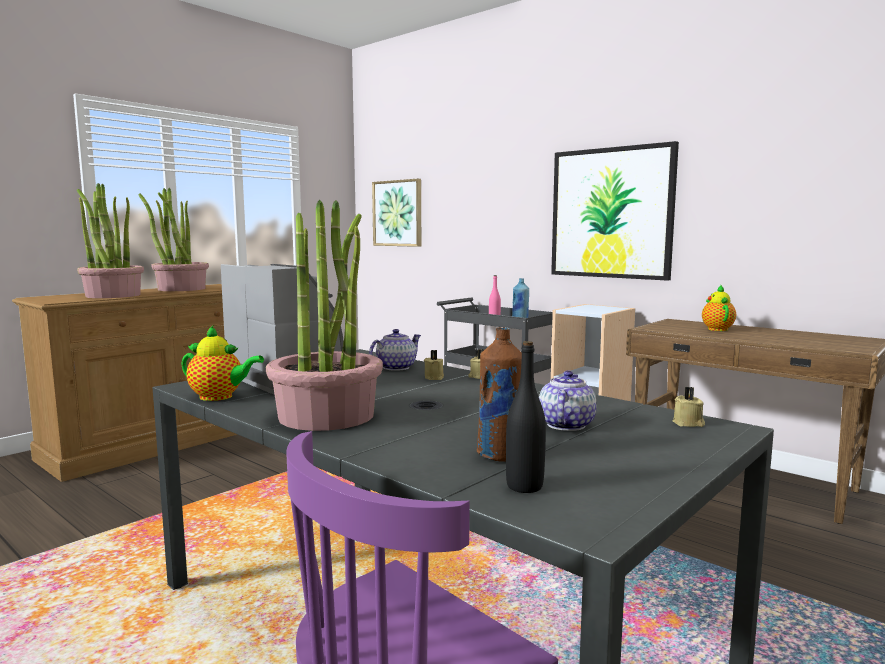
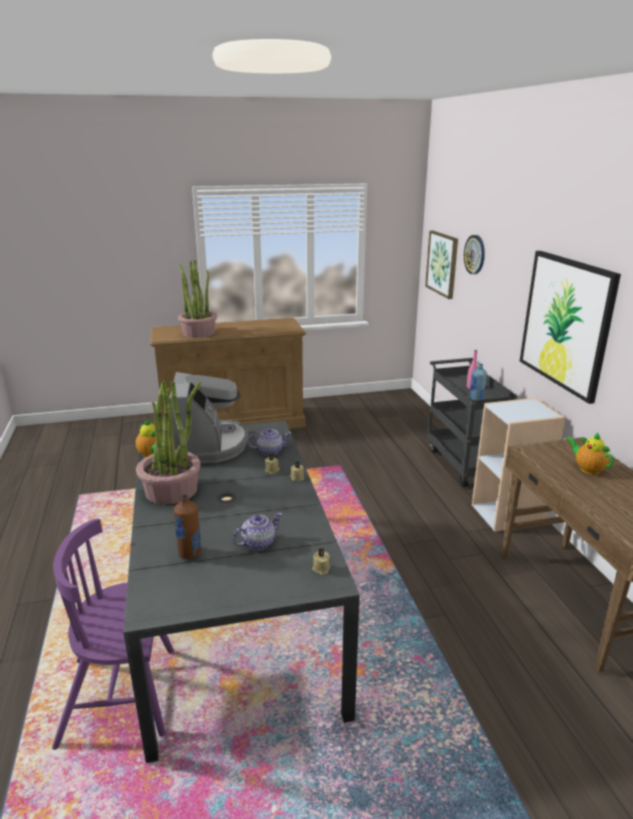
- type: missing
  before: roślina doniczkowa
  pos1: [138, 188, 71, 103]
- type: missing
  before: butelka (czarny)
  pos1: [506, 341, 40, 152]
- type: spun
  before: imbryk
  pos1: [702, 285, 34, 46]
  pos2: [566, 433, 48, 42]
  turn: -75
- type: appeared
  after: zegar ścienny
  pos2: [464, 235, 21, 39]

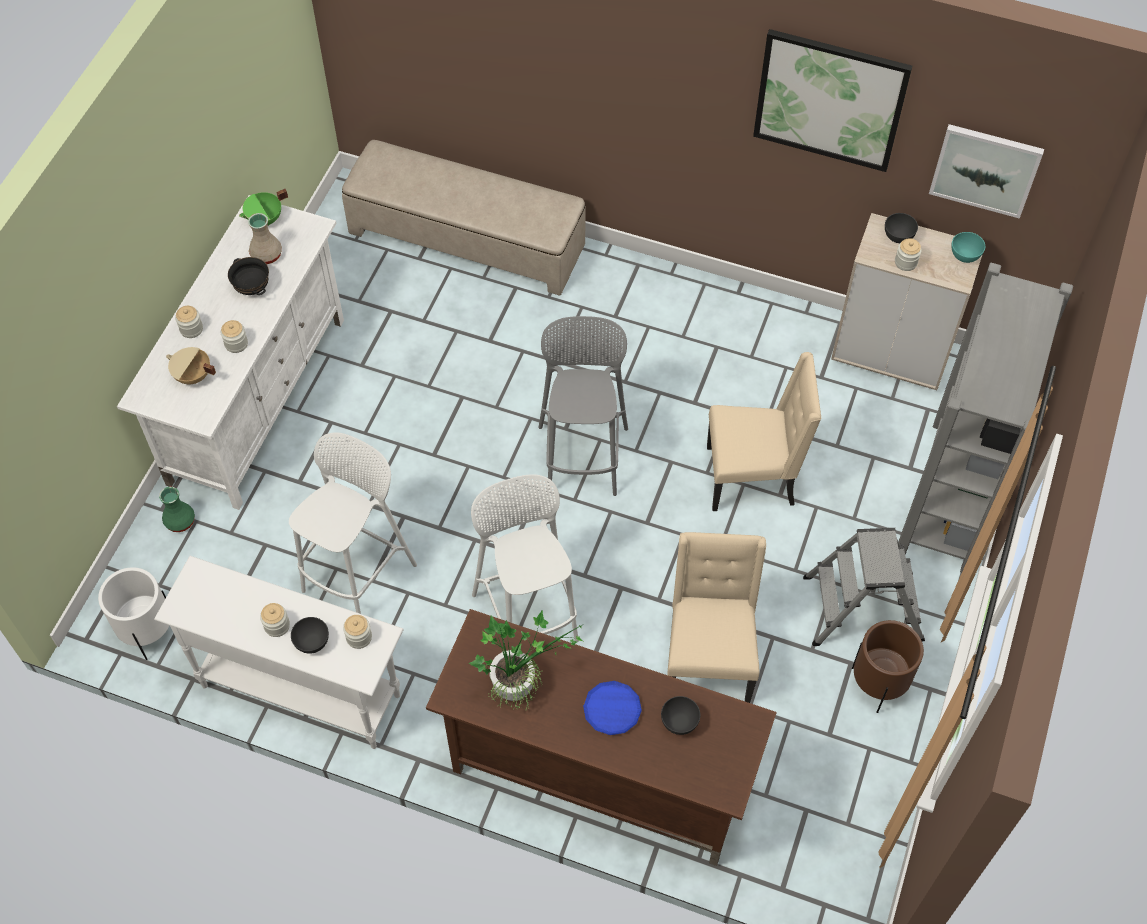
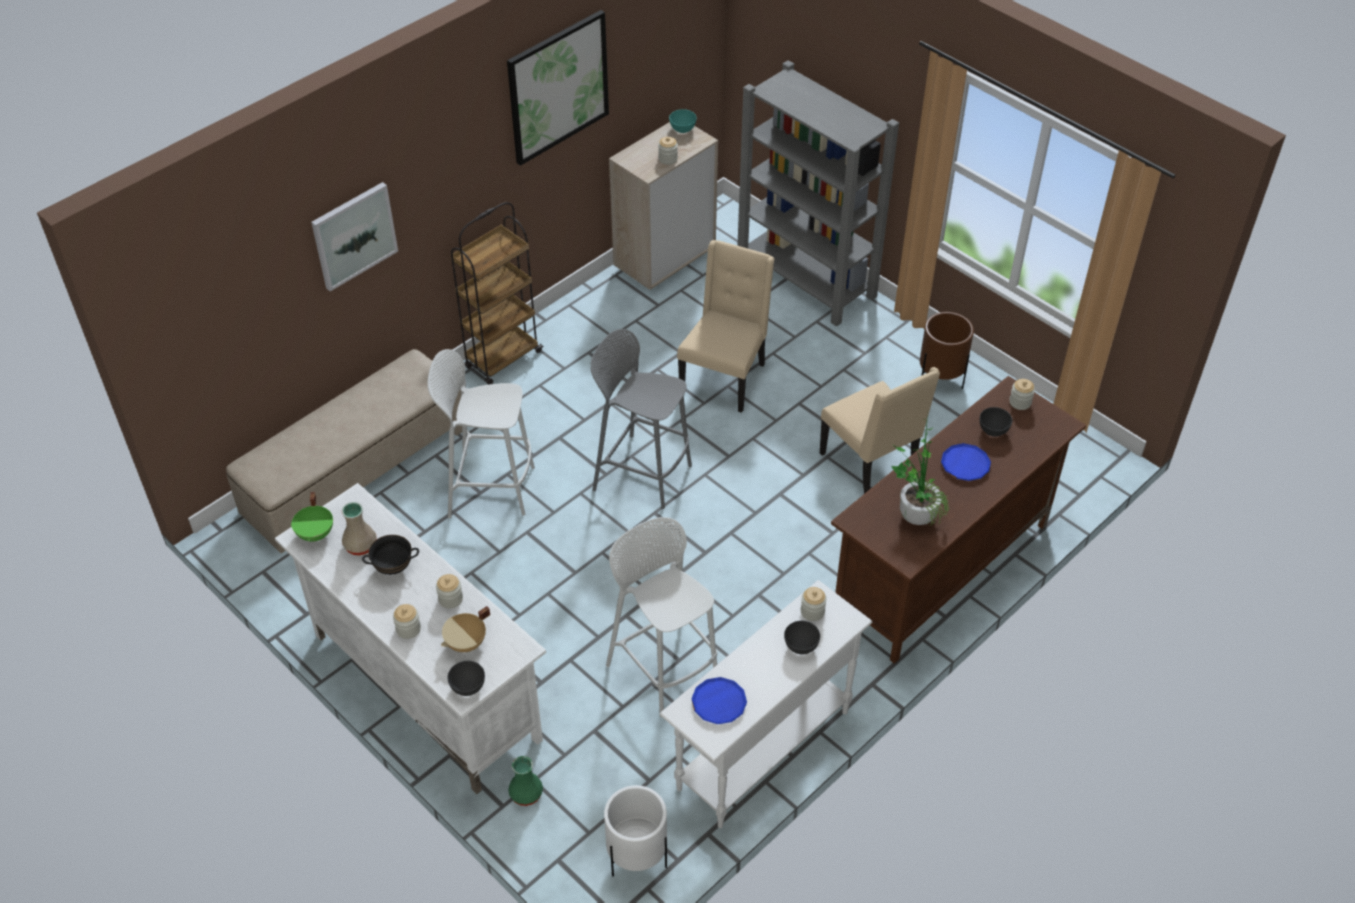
- type: relocated
  before: słoik
  pos1: [260, 603, 30, 34]
  pos2: [1010, 379, 25, 31]
- type: relocated
  before: stołek (biały)
  pos1: [471, 474, 107, 168]
  pos2: [427, 349, 108, 169]
- type: spun
  before: krzesło (beżowy)
  pos1: [667, 532, 99, 171]
  pos2: [820, 367, 120, 127]
  turn: -150
- type: missing
  before: drabinka (szary)
  pos1: [803, 528, 122, 118]
- type: relocated
  before: miska (szary)
  pos1: [885, 213, 33, 30]
  pos2: [447, 661, 38, 35]
- type: relocated
  before: obraz
  pos1: [929, 124, 115, 95]
  pos2: [311, 182, 87, 109]
- type: appeared
  after: wózek (brązowy)
  pos2: [450, 202, 94, 183]
- type: appeared
  after: talerz (niebieski)
  pos2: [691, 677, 56, 47]

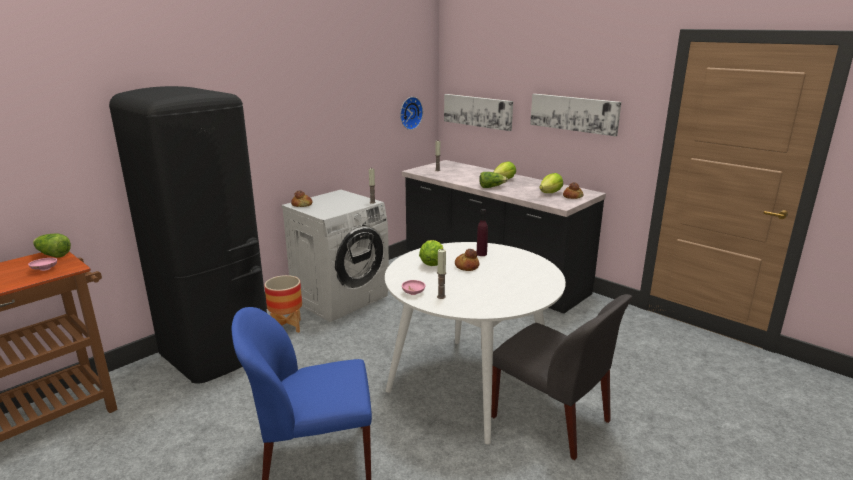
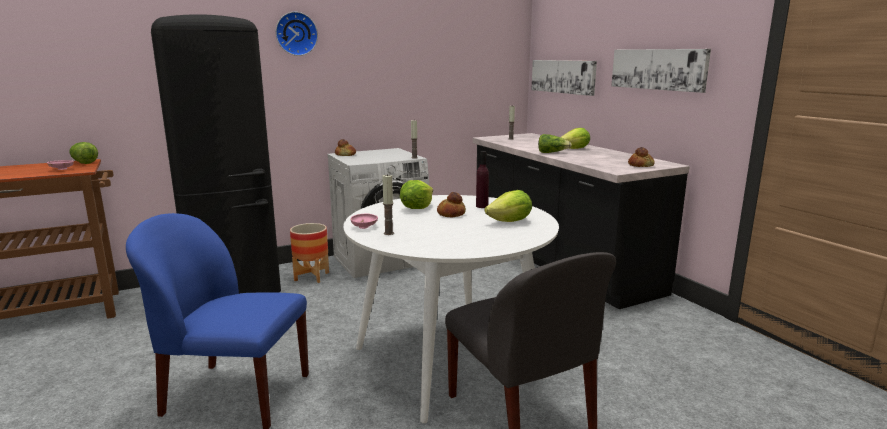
- type: relocated
  before: zegar ścienny
  pos1: [400, 97, 23, 33]
  pos2: [275, 12, 43, 44]
- type: relocated
  before: sałata
  pos1: [539, 173, 24, 20]
  pos2: [485, 190, 47, 32]

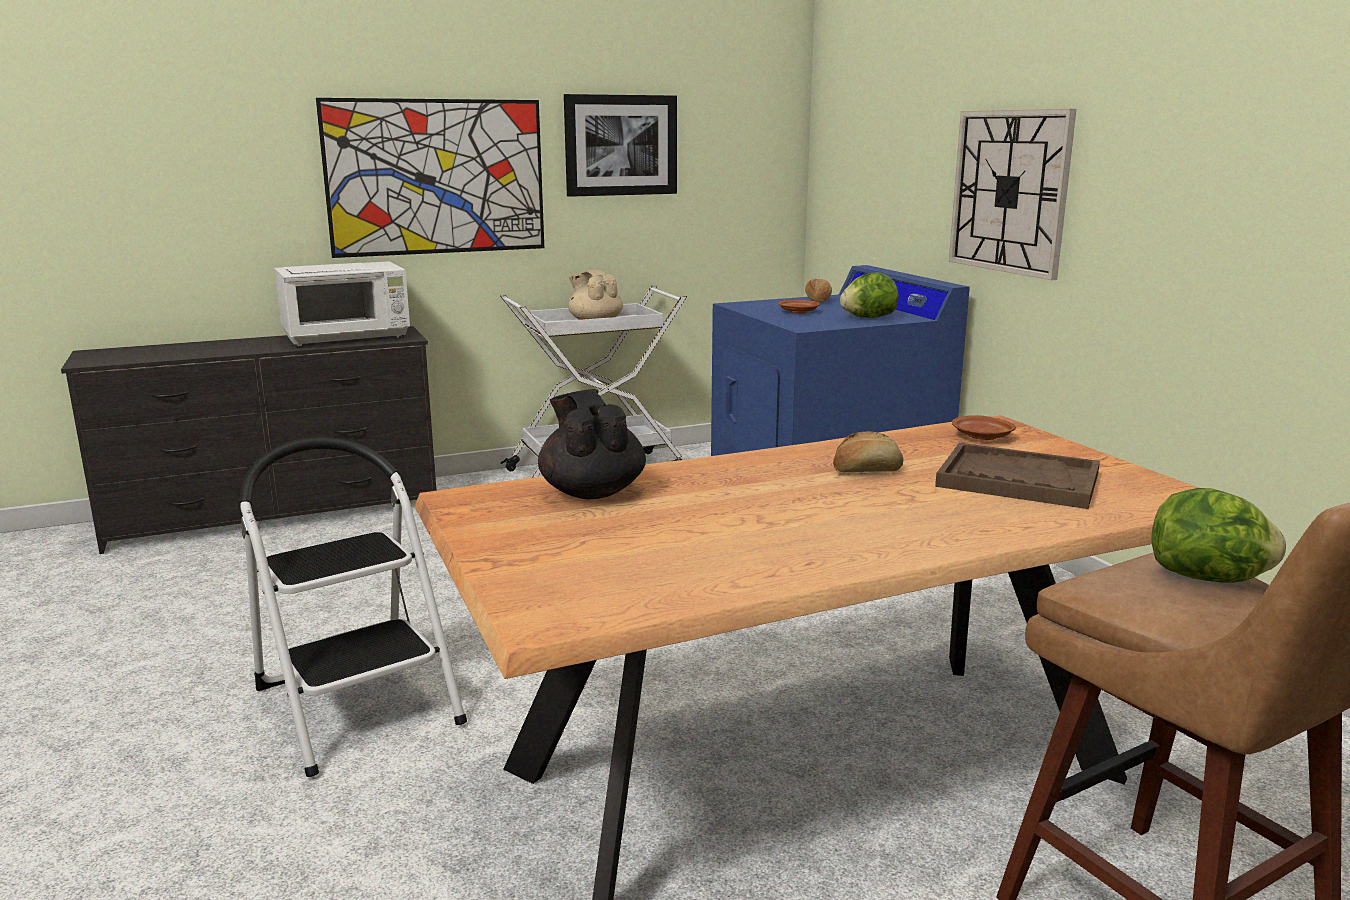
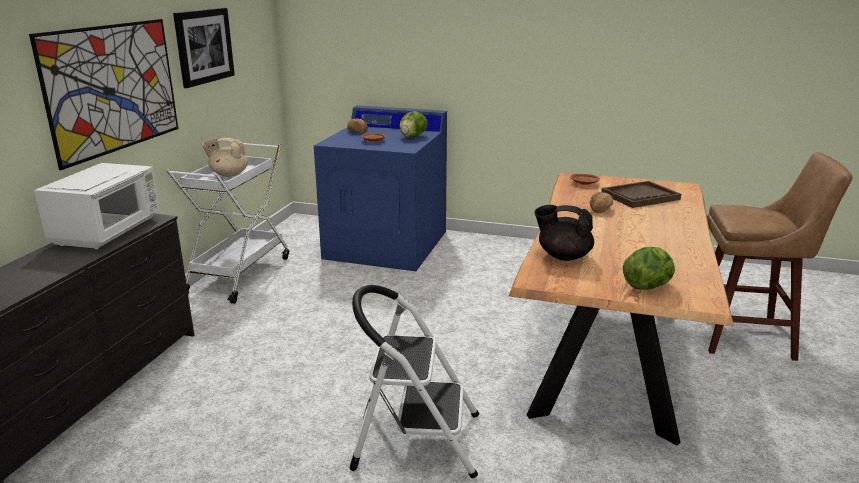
- type: missing
  before: zegar ścienny
  pos1: [949, 109, 127, 171]
- type: relocated
  before: sałata
  pos1: [1152, 488, 134, 95]
  pos2: [623, 247, 52, 43]

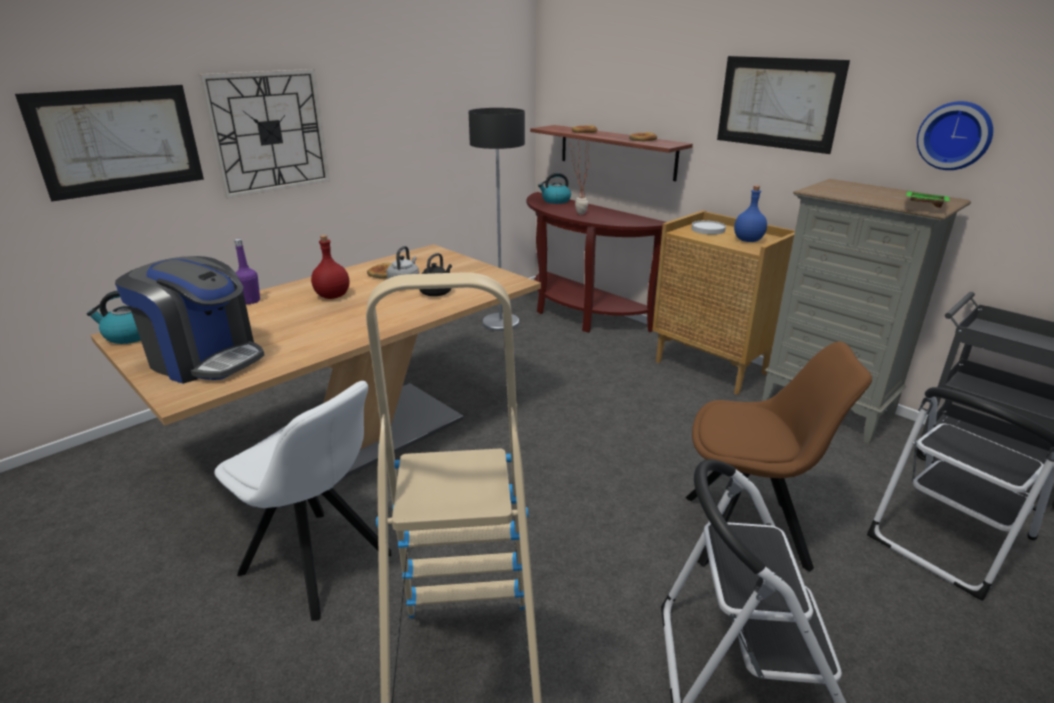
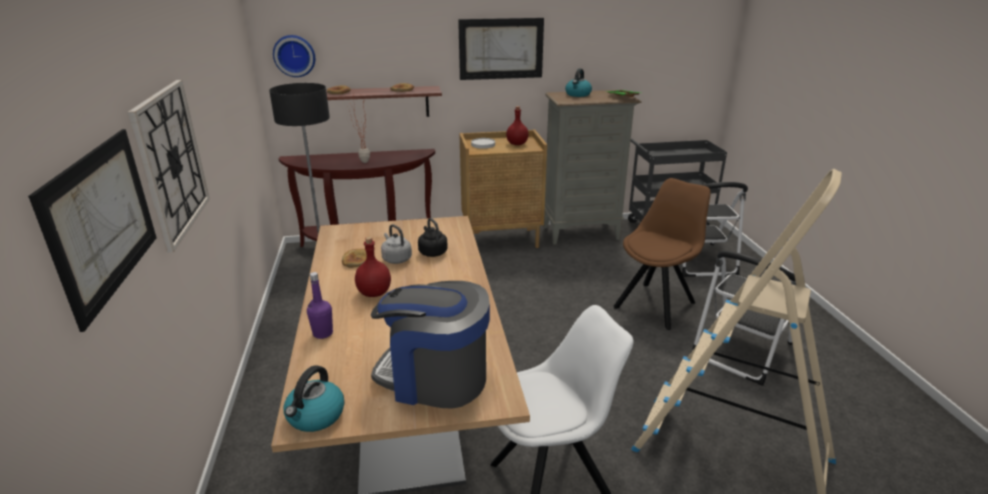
- type: spun
  before: ekspres do kawy
  pos1: [115, 256, 149, 128]
  pos2: [371, 281, 119, 128]
  turn: -135
- type: relocated
  before: czajnik
  pos1: [538, 173, 33, 31]
  pos2: [565, 69, 27, 28]
- type: colour
  before: butelka (niebieski)
  after: butelka (czerwony)
  pos1: [734, 186, 33, 56]
  pos2: [506, 106, 23, 39]
- type: relocated
  before: zegar ścienny
  pos1: [917, 101, 76, 69]
  pos2: [273, 35, 42, 42]

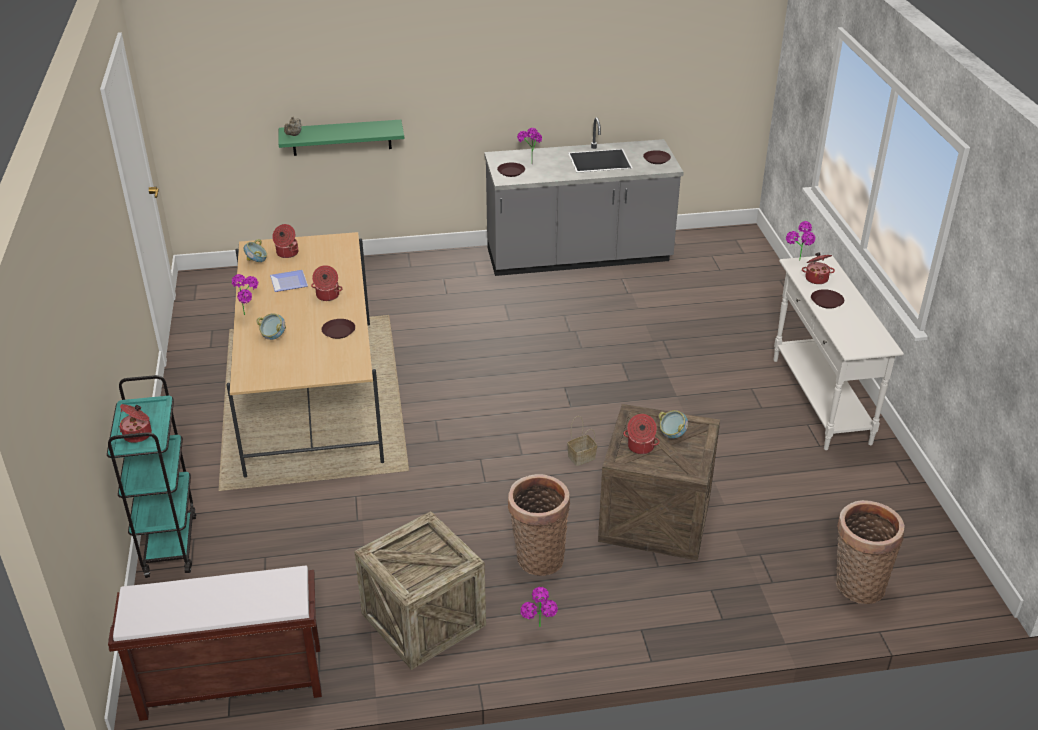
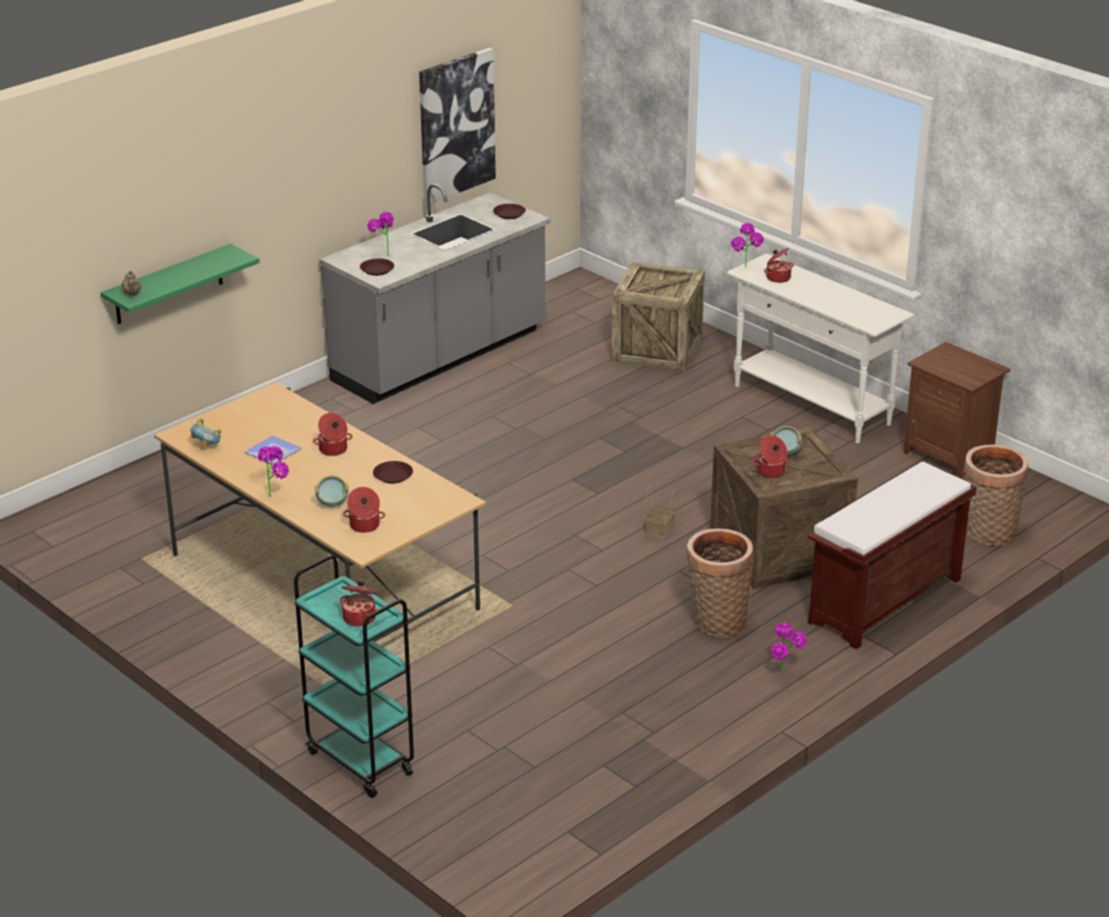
- type: relocated
  before: ławka (brązowy)
  pos1: [108, 565, 214, 156]
  pos2: [808, 461, 168, 188]
- type: relocated
  before: garnek
  pos1: [272, 224, 26, 34]
  pos2: [343, 487, 42, 46]
- type: relocated
  before: skrzynka
  pos1: [354, 511, 132, 159]
  pos2: [612, 262, 93, 110]
- type: missing
  before: talerz (brązowy)
  pos1: [811, 289, 33, 20]
- type: appeared
  after: obraz
  pos2: [419, 48, 77, 156]
- type: appeared
  after: szafka nocna (brązowy)
  pos2: [903, 342, 108, 137]

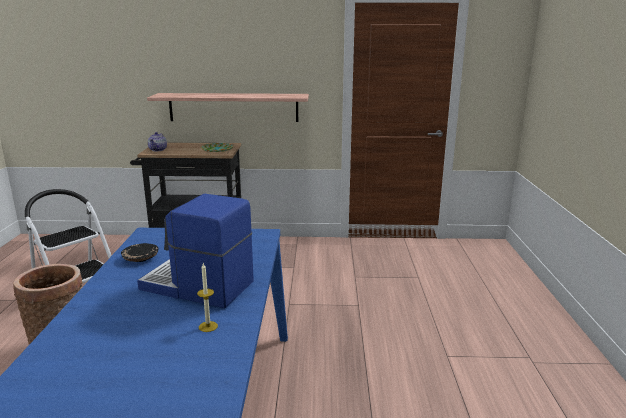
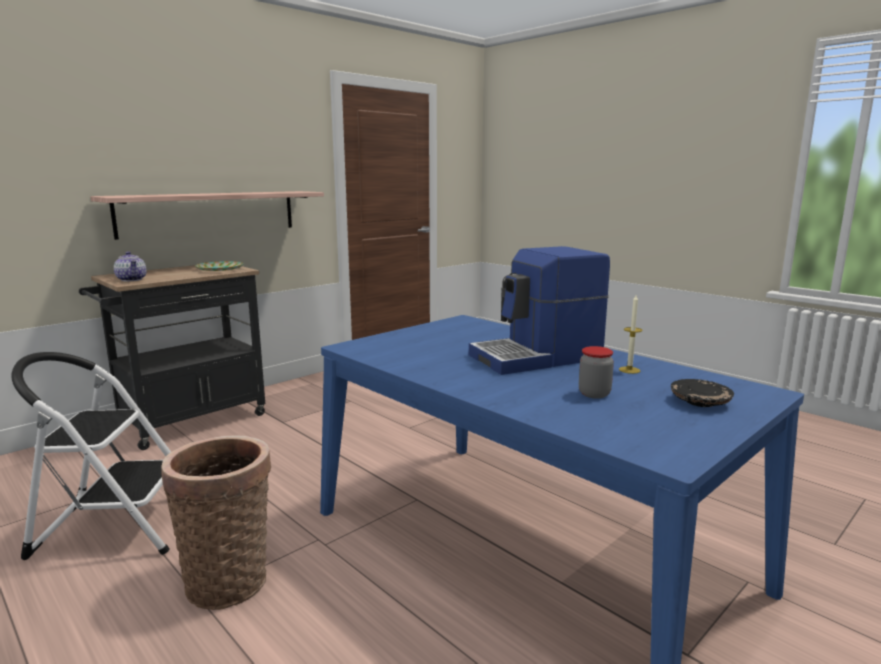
- type: relocated
  before: talerz (czarny)
  pos1: [121, 243, 38, 19]
  pos2: [671, 379, 63, 28]
- type: appeared
  after: słoik
  pos2: [579, 346, 35, 53]

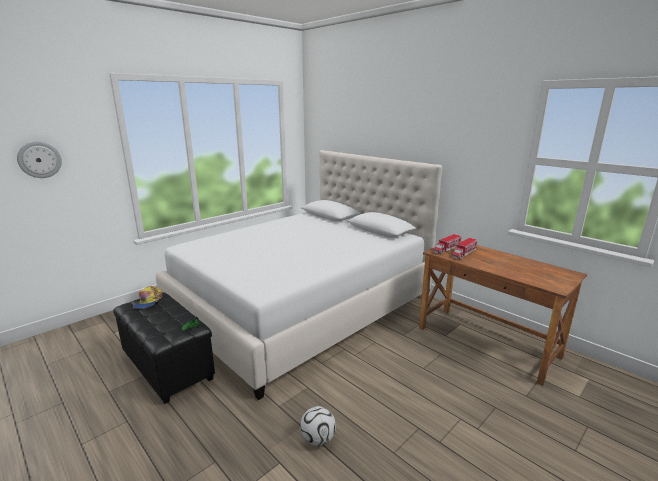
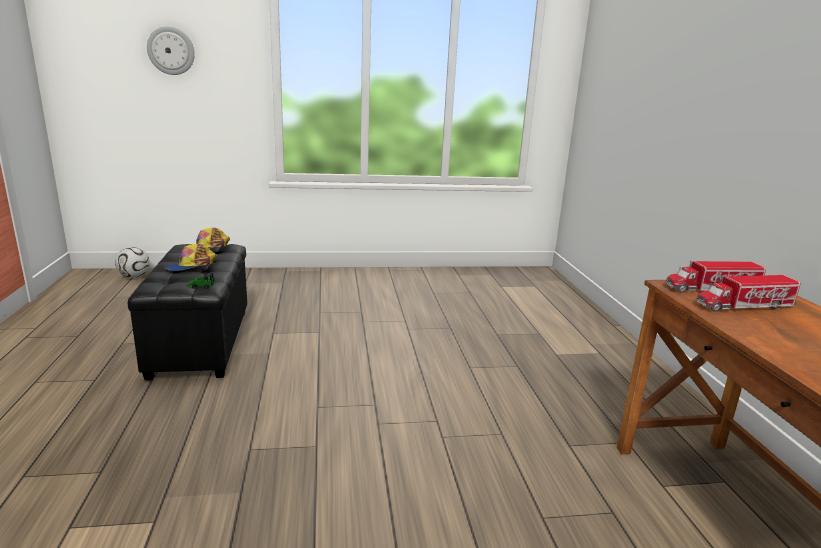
- type: missing
  before: łóżko (biały)
  pos1: [156, 150, 286, 250]
- type: relocated
  before: piłka futbolowa
  pos1: [300, 406, 36, 40]
  pos2: [115, 247, 35, 31]
- type: appeared
  after: czapka z daszkiem
  pos2: [165, 244, 52, 27]

